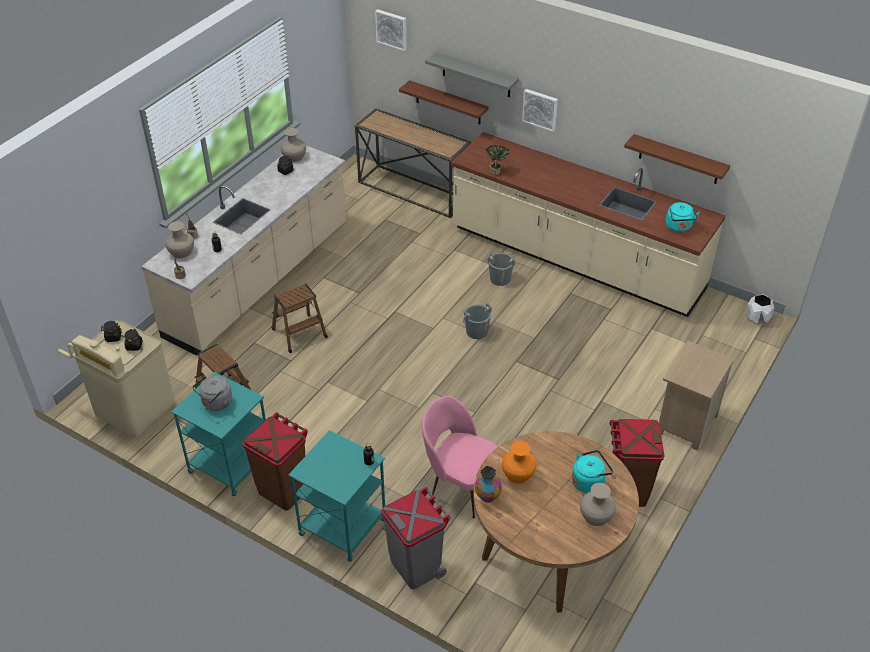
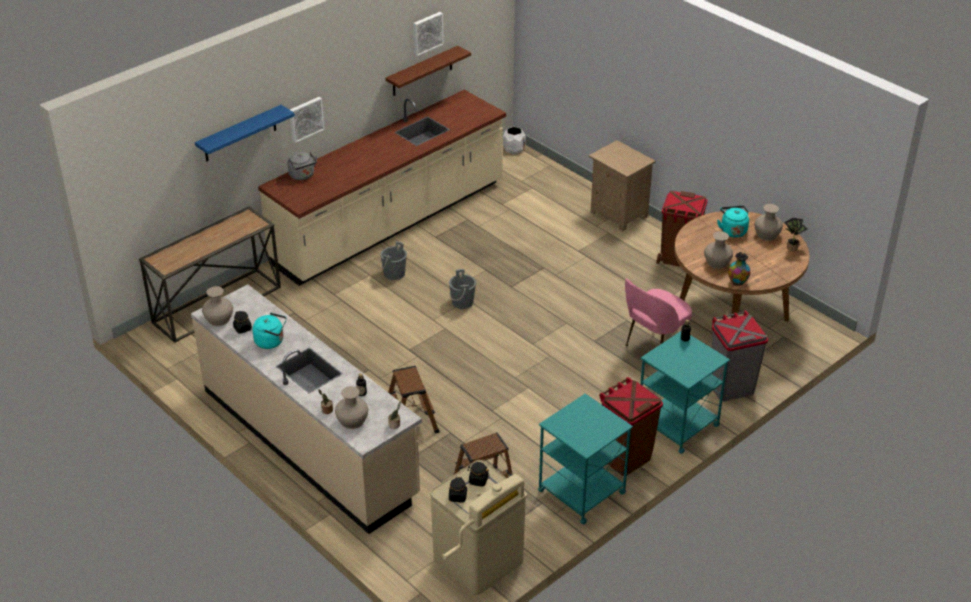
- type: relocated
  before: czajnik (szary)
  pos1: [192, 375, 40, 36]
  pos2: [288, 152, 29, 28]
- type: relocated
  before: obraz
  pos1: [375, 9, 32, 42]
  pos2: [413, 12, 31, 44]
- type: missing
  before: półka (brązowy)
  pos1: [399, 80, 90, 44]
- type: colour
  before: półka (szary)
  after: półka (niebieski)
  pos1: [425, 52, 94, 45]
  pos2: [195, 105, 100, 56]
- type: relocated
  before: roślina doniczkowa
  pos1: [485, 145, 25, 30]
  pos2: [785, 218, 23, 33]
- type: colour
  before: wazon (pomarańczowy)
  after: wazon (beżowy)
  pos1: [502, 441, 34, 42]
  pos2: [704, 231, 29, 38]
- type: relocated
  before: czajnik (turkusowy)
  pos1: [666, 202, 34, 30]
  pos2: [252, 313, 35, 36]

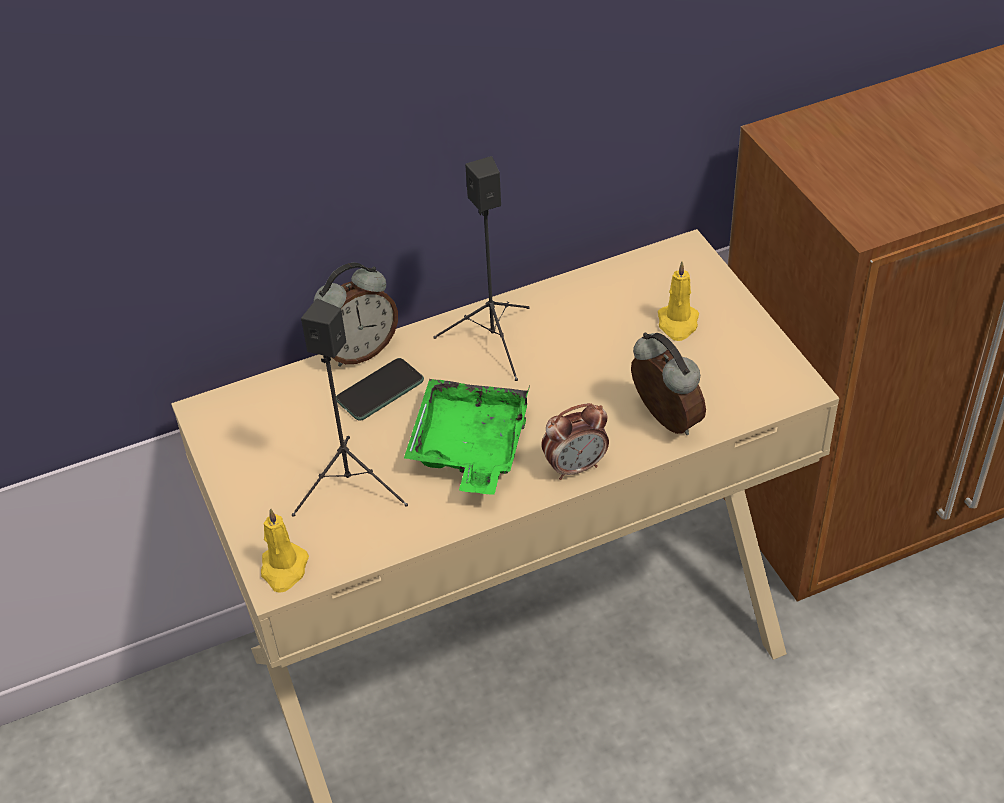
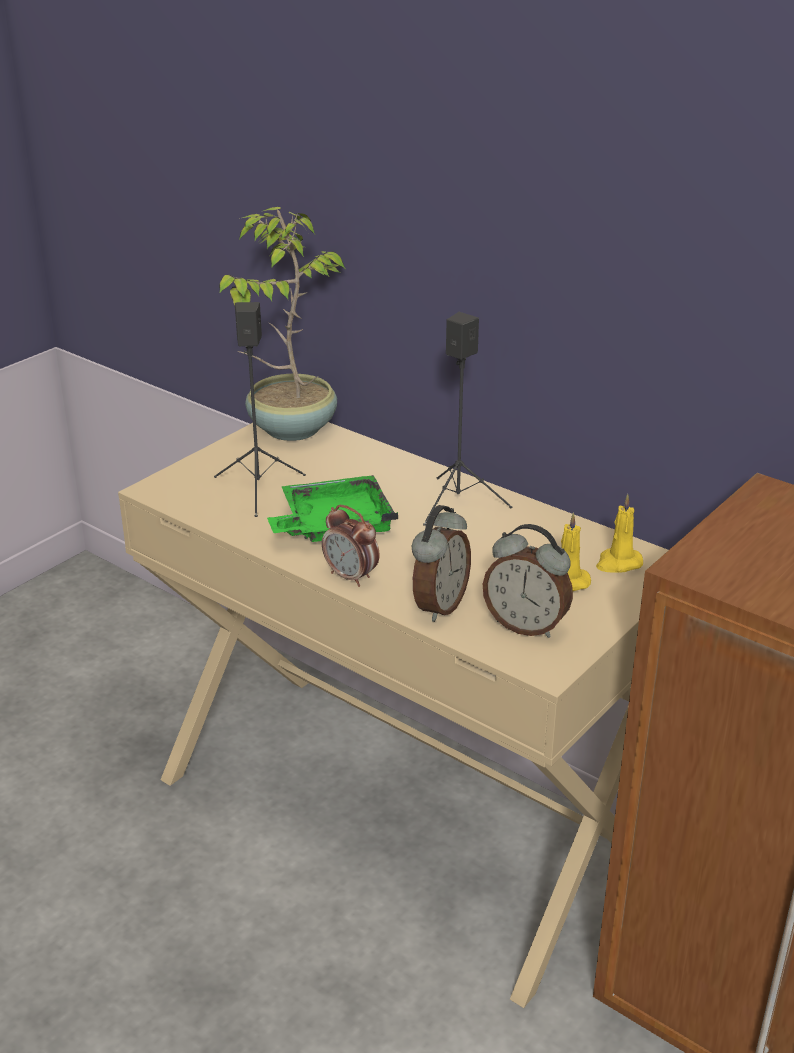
- type: relocated
  before: świeca (żółty)
  pos1: [261, 508, 48, 85]
  pos2: [596, 494, 47, 79]
- type: relocated
  before: budzik
  pos1: [313, 263, 85, 104]
  pos2: [483, 524, 90, 114]
- type: missing
  before: telefon
  pos1: [336, 358, 88, 63]
- type: appeared
  after: roślina doniczkowa
  pos2: [219, 207, 127, 234]

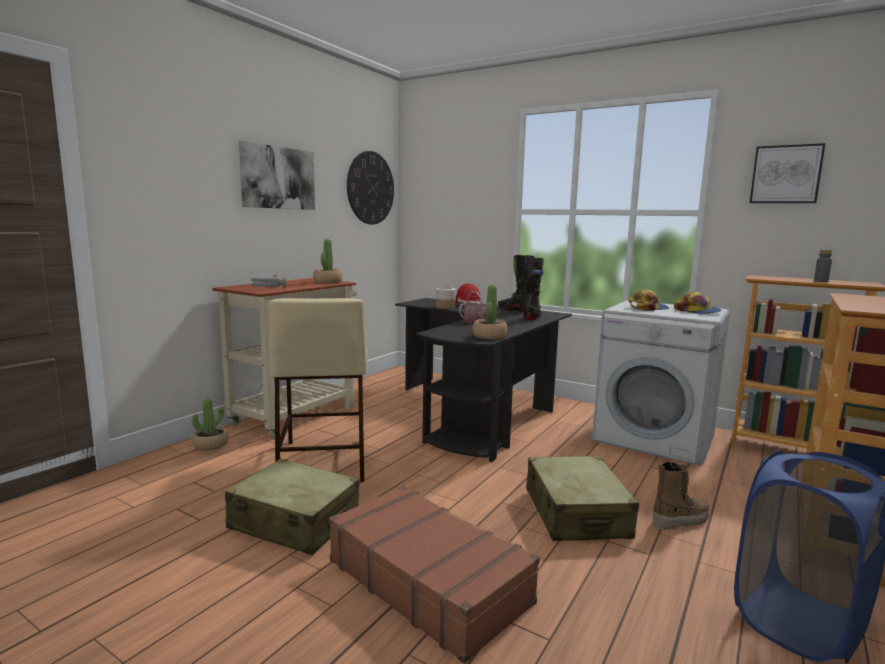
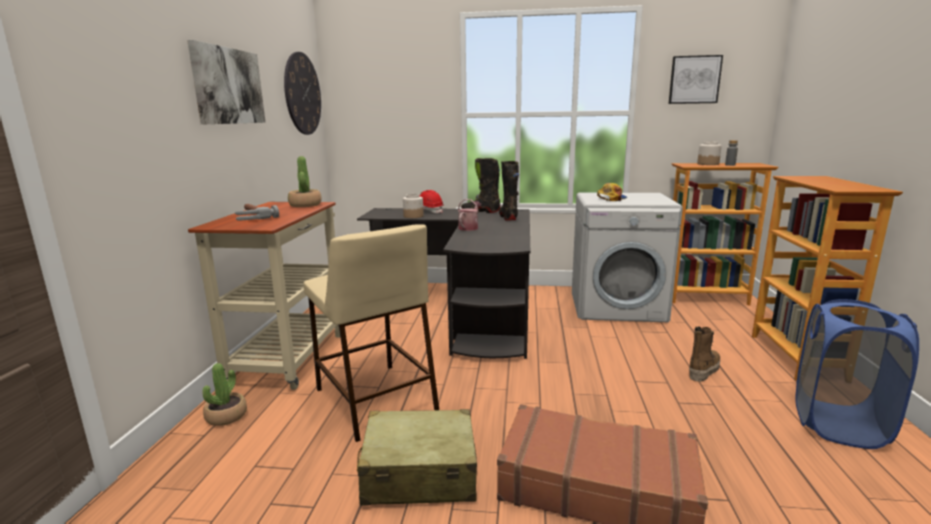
- type: missing
  before: roślina doniczkowa
  pos1: [473, 285, 34, 54]
- type: missing
  before: walizka (beżowy)
  pos1: [526, 456, 113, 85]
- type: missing
  before: czapka z daszkiem
  pos1: [674, 292, 48, 22]
- type: appeared
  after: słoik
  pos2: [697, 142, 25, 23]

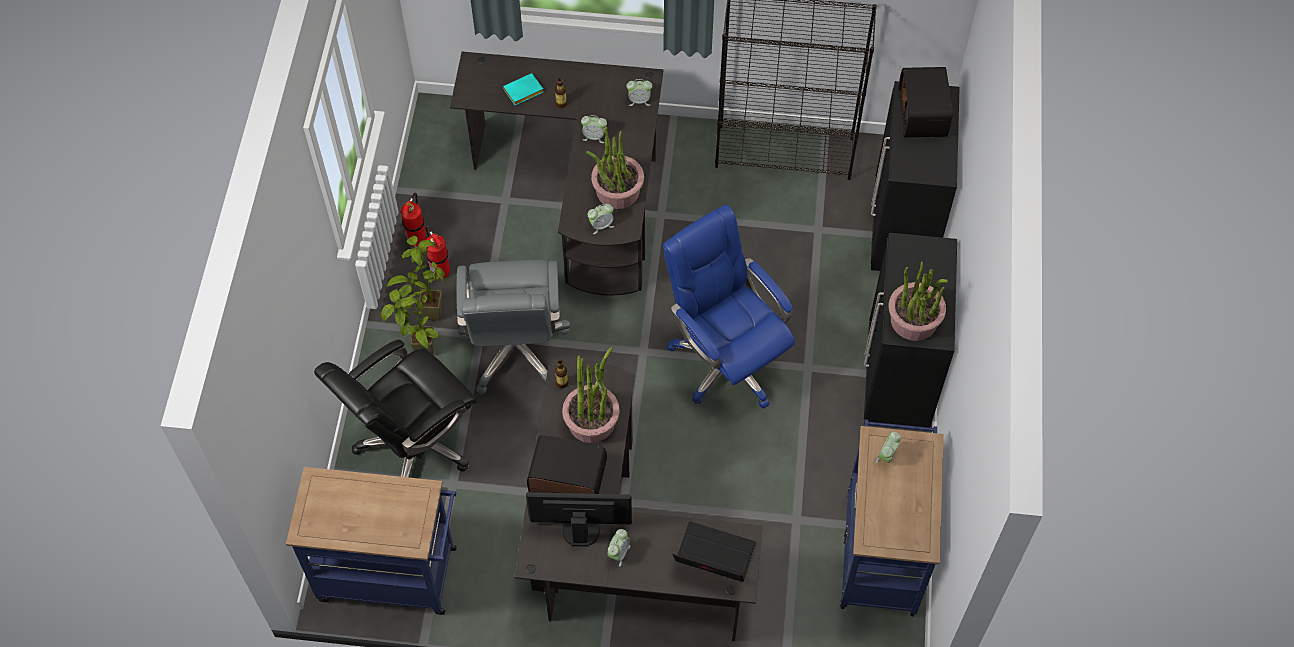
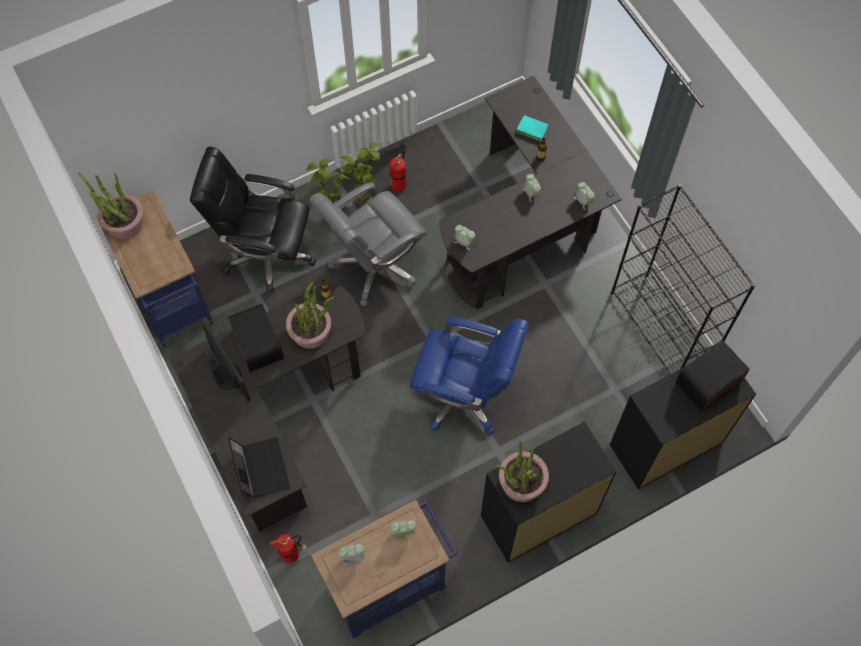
- type: relocated
  before: gaśnica
  pos1: [401, 192, 26, 55]
  pos2: [270, 534, 37, 29]
- type: relocated
  before: roślina doniczkowa
  pos1: [586, 127, 58, 82]
  pos2: [78, 172, 65, 67]
- type: relocated
  before: budzik
  pos1: [608, 529, 22, 38]
  pos2: [339, 544, 26, 21]
- type: spun
  before: krzesło biurowe (niebieski)
  pos1: [663, 205, 132, 203]
  pos2: [410, 317, 119, 119]
  turn: 90

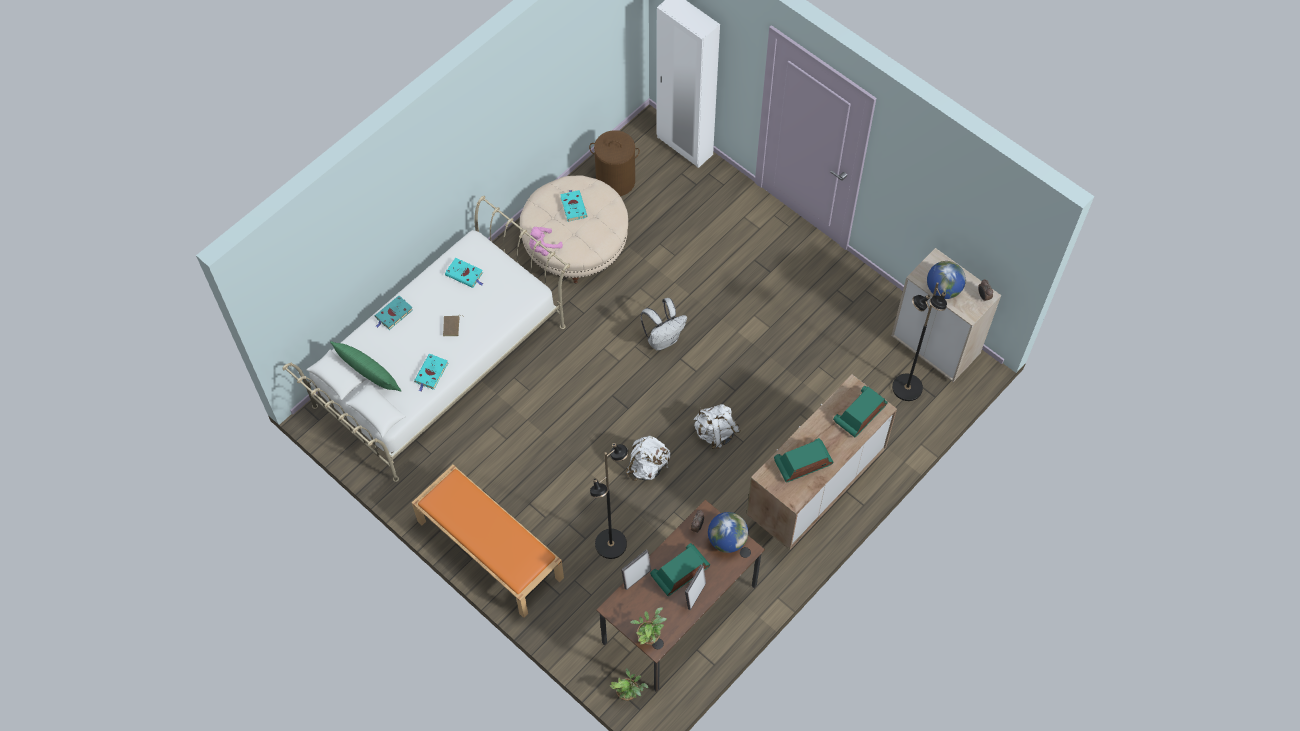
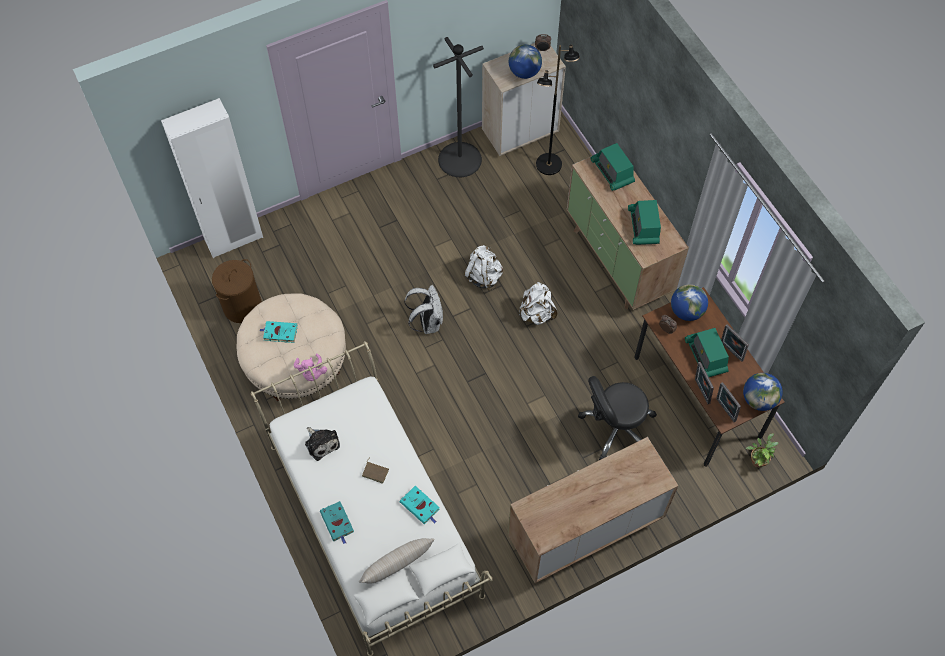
- type: colour
  before: poduszka (zielony)
  after: poduszka (beżowy)
  pos1: [330, 341, 71, 50]
  pos2: [359, 538, 75, 46]
- type: exchanged
  before: ławka (pomarańczowy)
  after: komoda
  pos1: [412, 465, 152, 153]
  pos2: [508, 437, 171, 146]
- type: exchanged
  before: książka (turkusowy)
  after: pluszak
  pos1: [445, 258, 38, 30]
  pos2: [305, 427, 35, 34]
- type: exchanged
  before: lampa stojąca (czarny)
  after: krzesło biurowe (czarny)
  pos1: [590, 443, 39, 116]
  pos2: [578, 376, 79, 84]
- type: relocated
  before: plecak (biały)
  pos1: [626, 436, 44, 45]
  pos2: [464, 245, 39, 46]
- type: exchanged
  before: roślina doniczkowa
  after: globus
  pos1: [630, 607, 37, 38]
  pos2: [743, 373, 40, 38]
- type: appeared
  after: wieszak (czarny)
  pos2: [433, 37, 51, 140]
- type: appeared
  after: ramka na zdjęcie
  pos2: [716, 382, 25, 40]

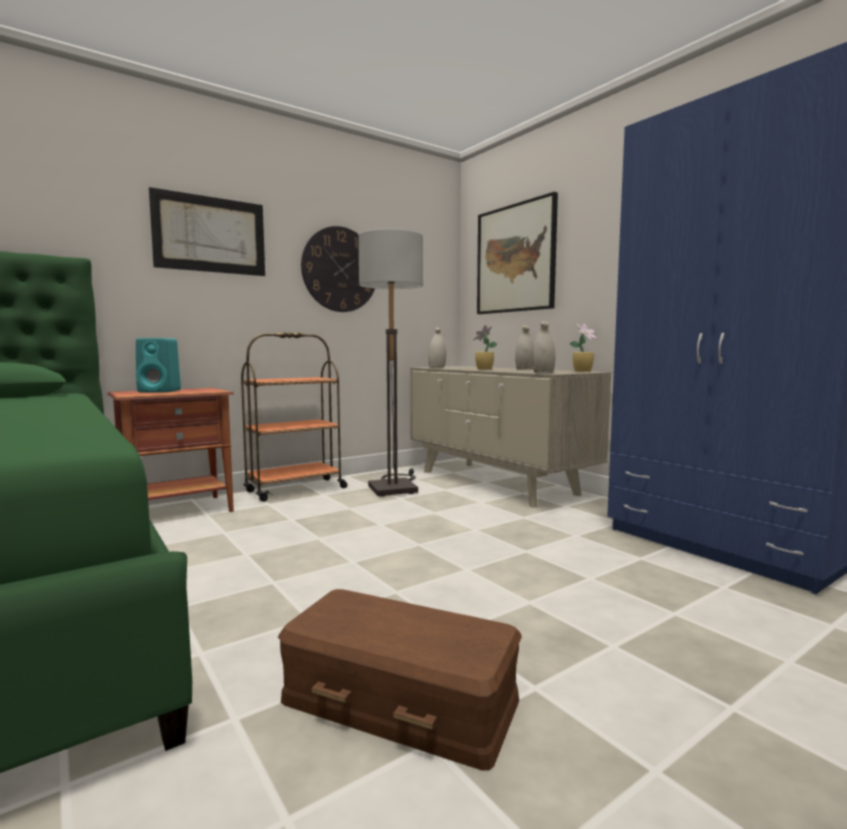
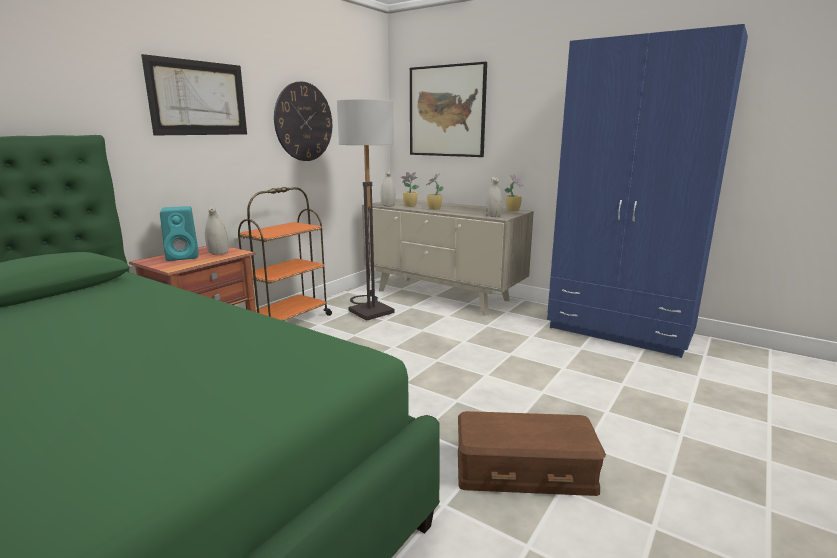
- type: relocated
  before: wazon (biały)
  pos1: [515, 325, 19, 44]
  pos2: [205, 206, 24, 49]
- type: appeared
  after: roślina doniczkowa
  pos2: [400, 172, 20, 35]

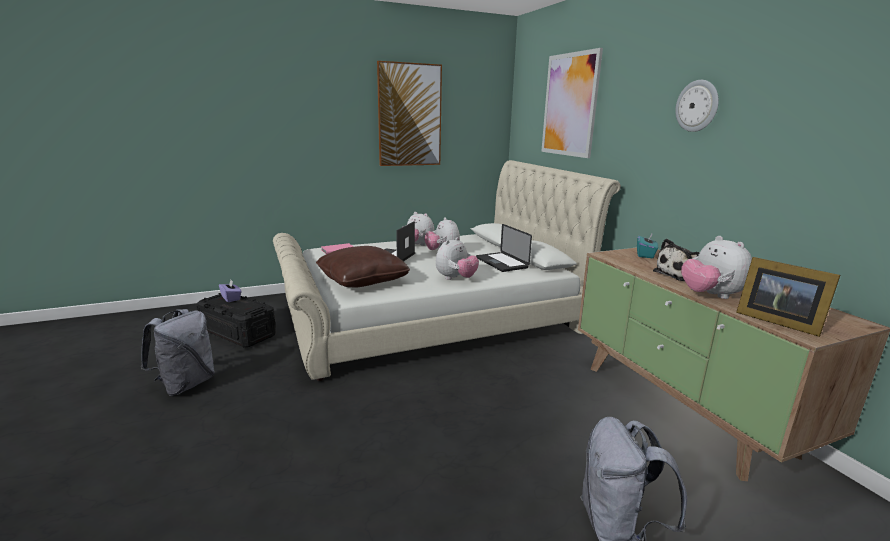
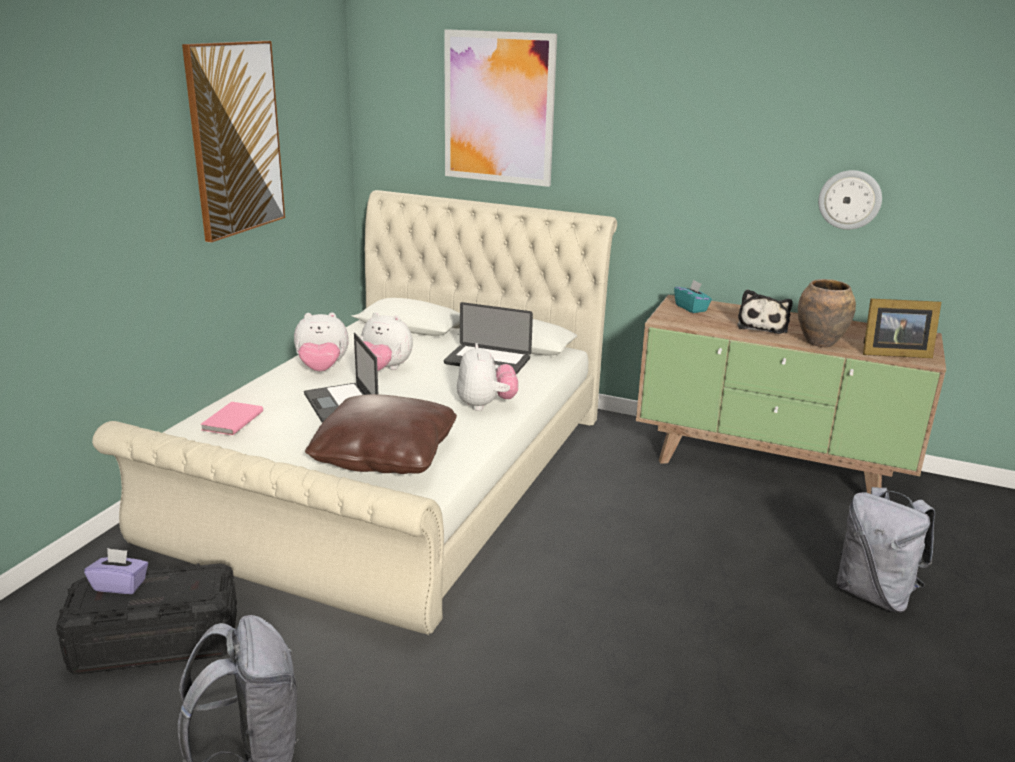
- type: relocated
  before: zegar ścienny
  pos1: [675, 80, 44, 52]
  pos2: [818, 170, 64, 60]
- type: exchanged
  before: pluszak
  after: wazon (brązowy)
  pos1: [681, 236, 71, 63]
  pos2: [798, 279, 58, 68]

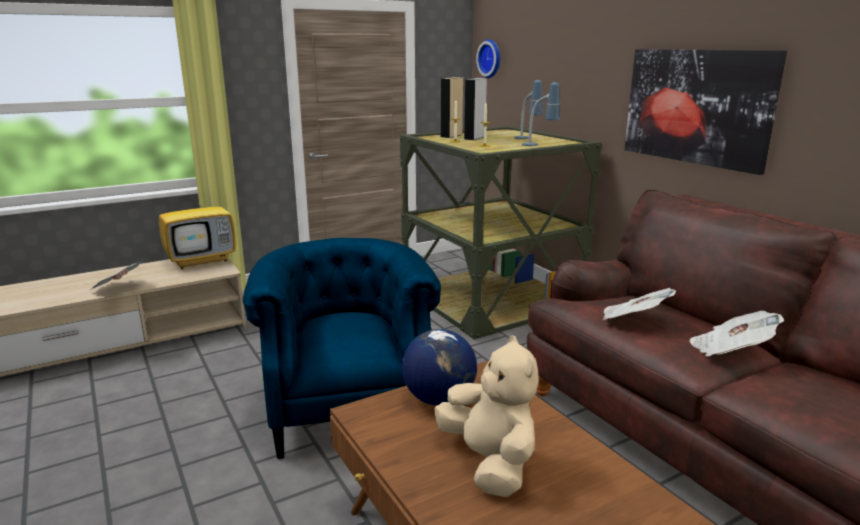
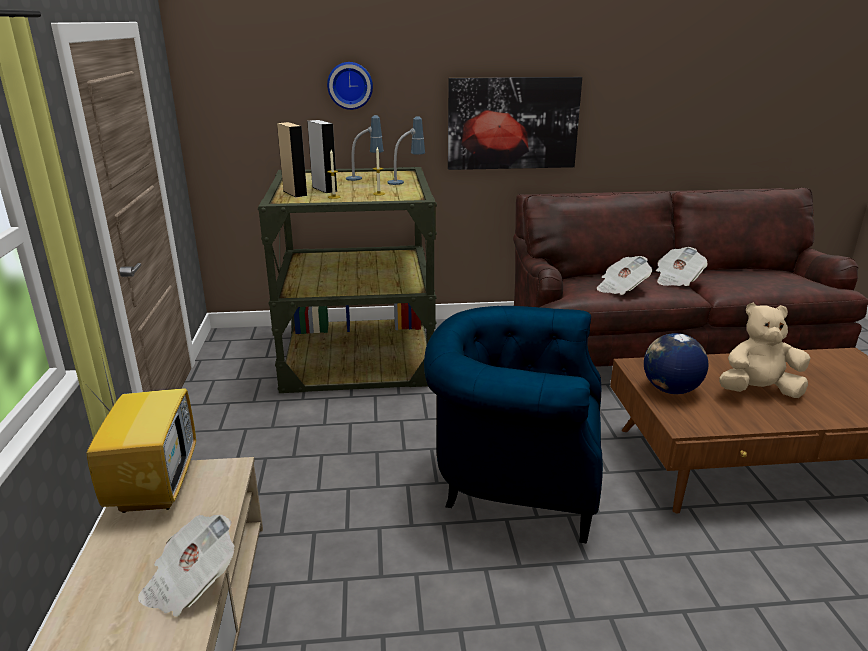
- type: relocated
  before: zegar ścienny
  pos1: [476, 39, 24, 39]
  pos2: [327, 62, 46, 48]

